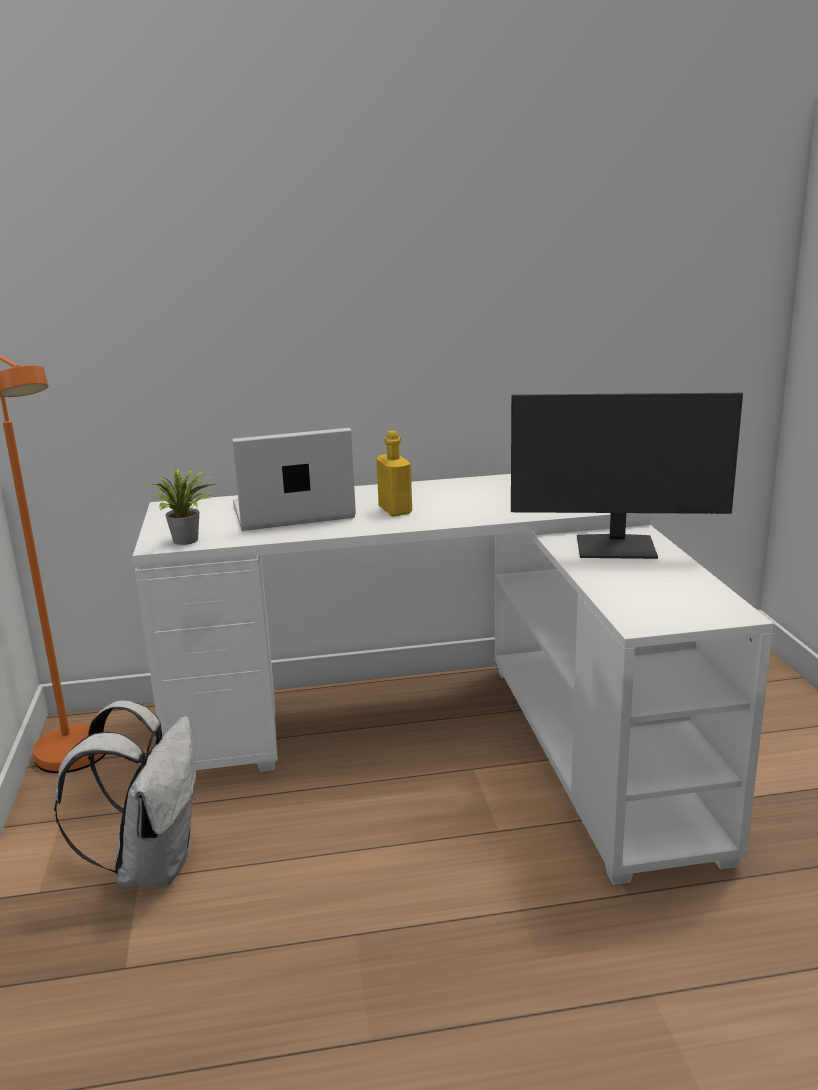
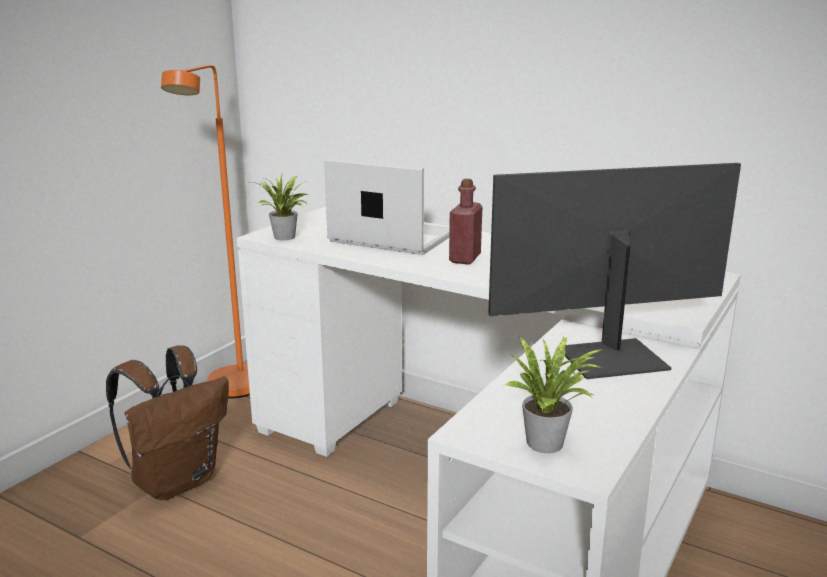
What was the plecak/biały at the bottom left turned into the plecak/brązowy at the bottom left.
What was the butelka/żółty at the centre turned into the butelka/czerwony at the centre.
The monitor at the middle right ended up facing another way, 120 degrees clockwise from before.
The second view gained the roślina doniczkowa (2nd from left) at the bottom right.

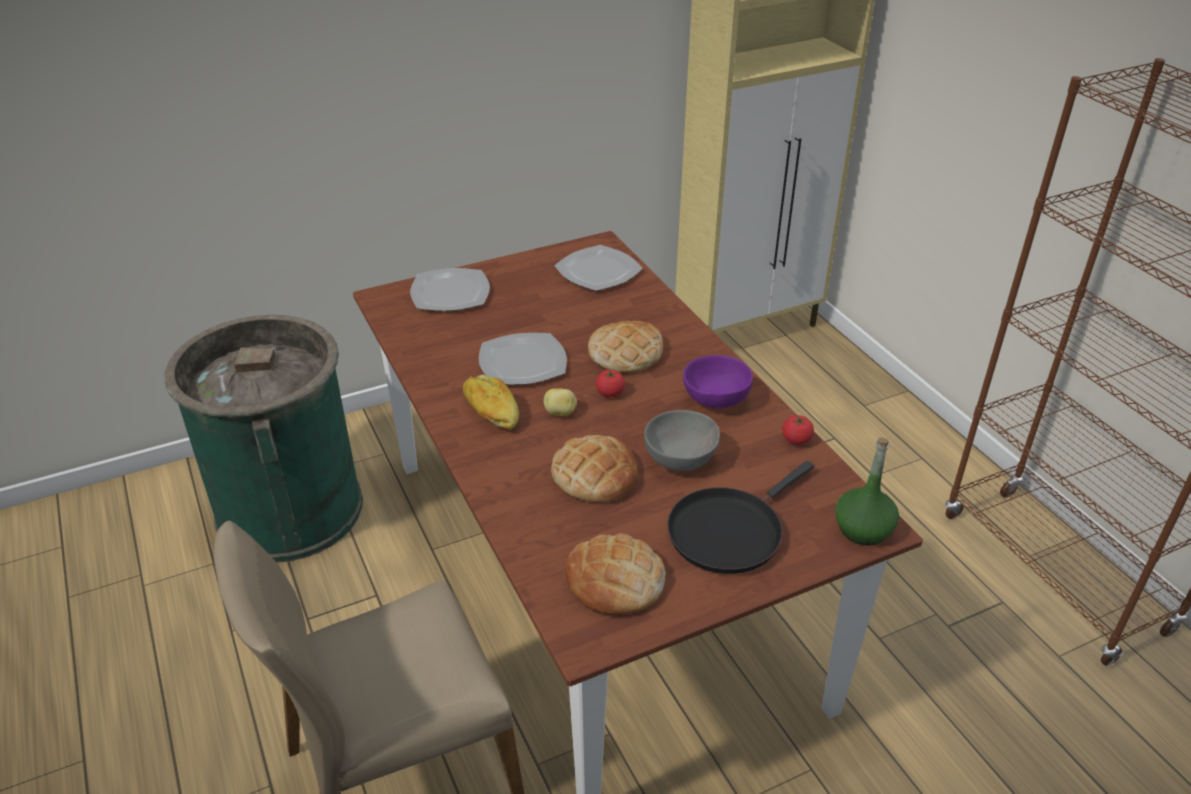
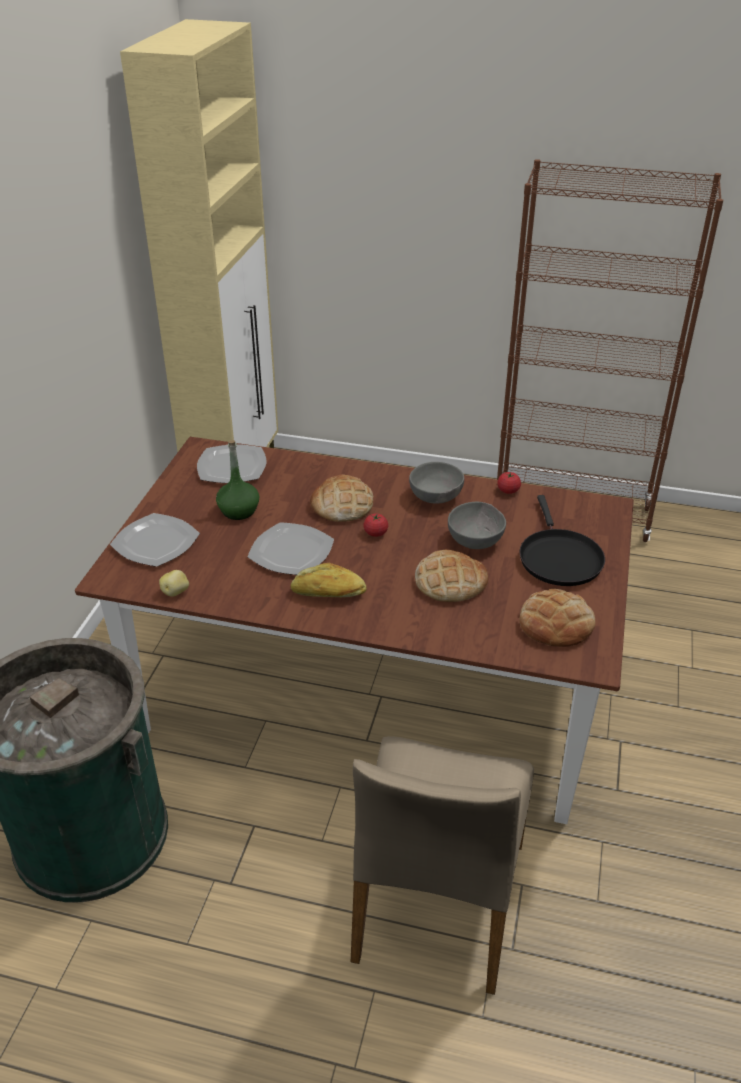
The ziemniak ended up elsewhere, having gone from the centre to the middle left.
The butelka/zielony ended up elsewhere, having gone from the middle right to the middle left.
What was the miska/fioletowy at the centre turned into the miska/szary (1st from left) at the centre.

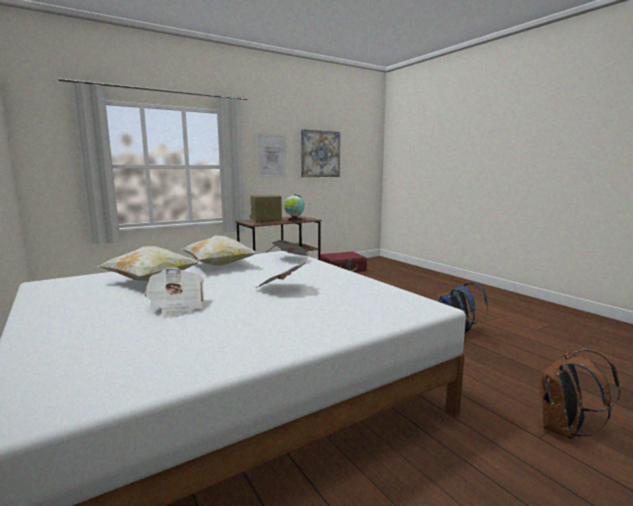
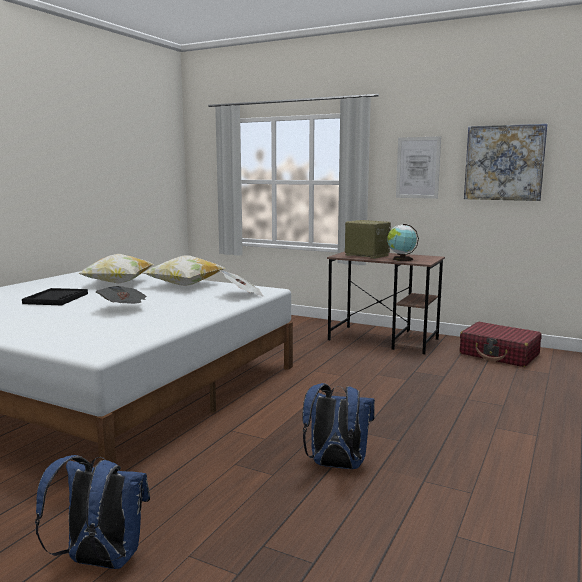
Where the gazeta (1st from left) stood at the middle left, the taca/czarny came to stand at the middle left.
What was the plecak/brązowy at the bottom right turned into the plecak/niebieski (1st from left) at the bottom left.

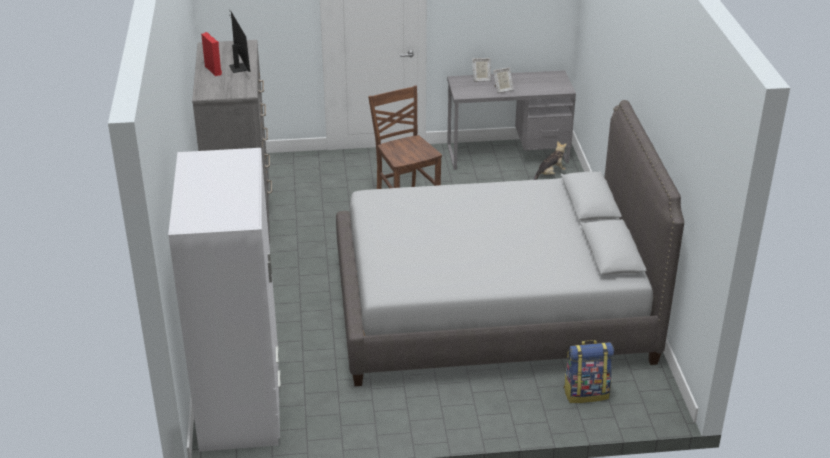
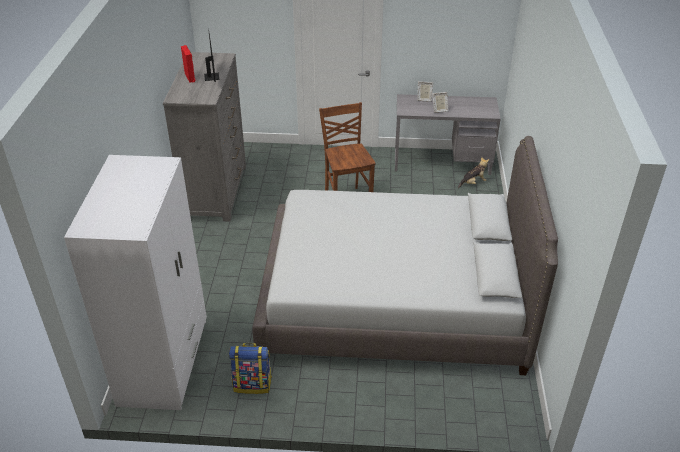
The plecak ended up elsewhere, having gone from the bottom right to the bottom centre.

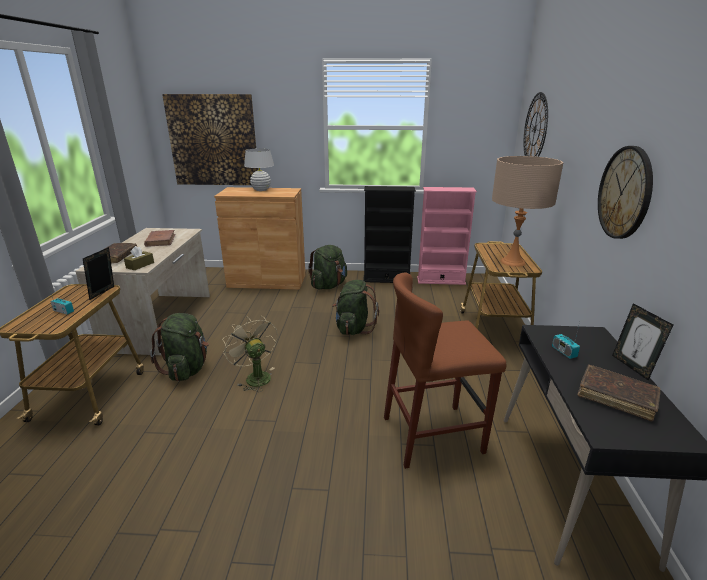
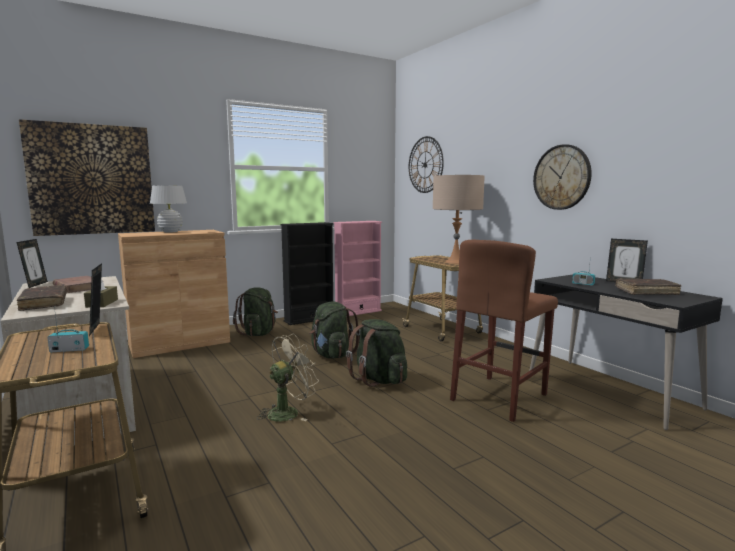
The second view gained the ramka na zdjęcie (1st from left) at the middle left.
The wentylator/beżowy at the centre ended up facing another way, 120 degrees clockwise from before.
The plecak/zielony (1st from left in the first image) ended up elsewhere, having gone from the middle left to the centre.

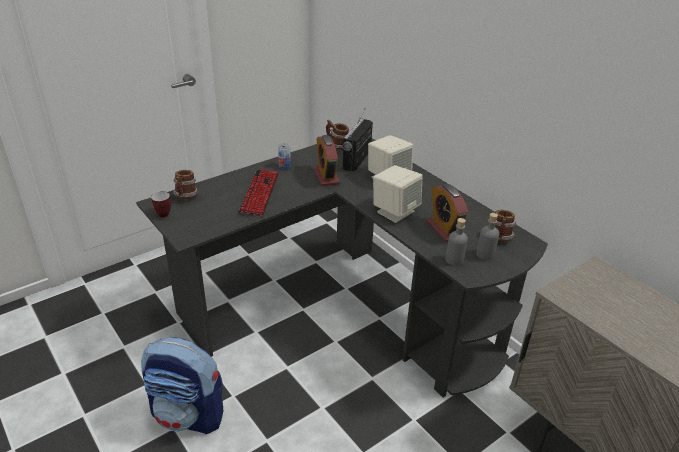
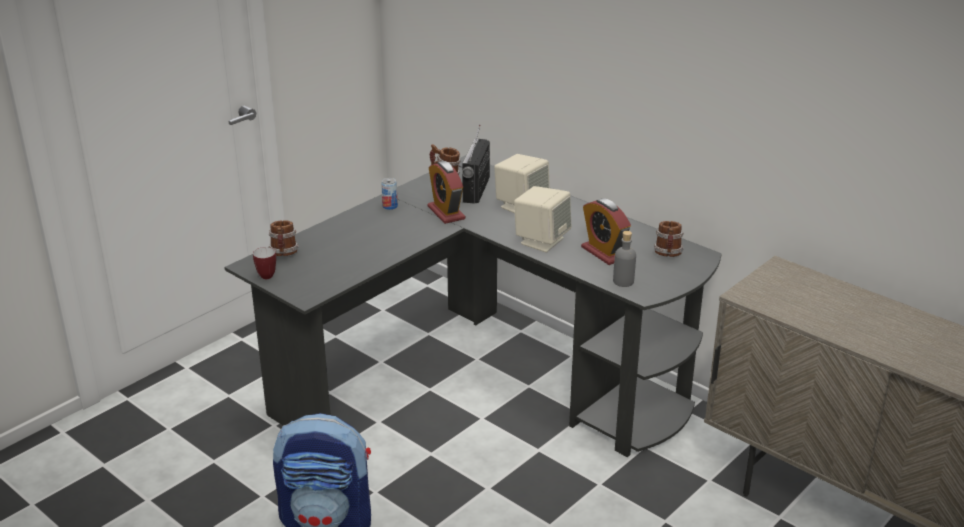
The second view lost the klawiatura at the centre.
The second view lost the butelka/szary (2nd from left) at the middle right.

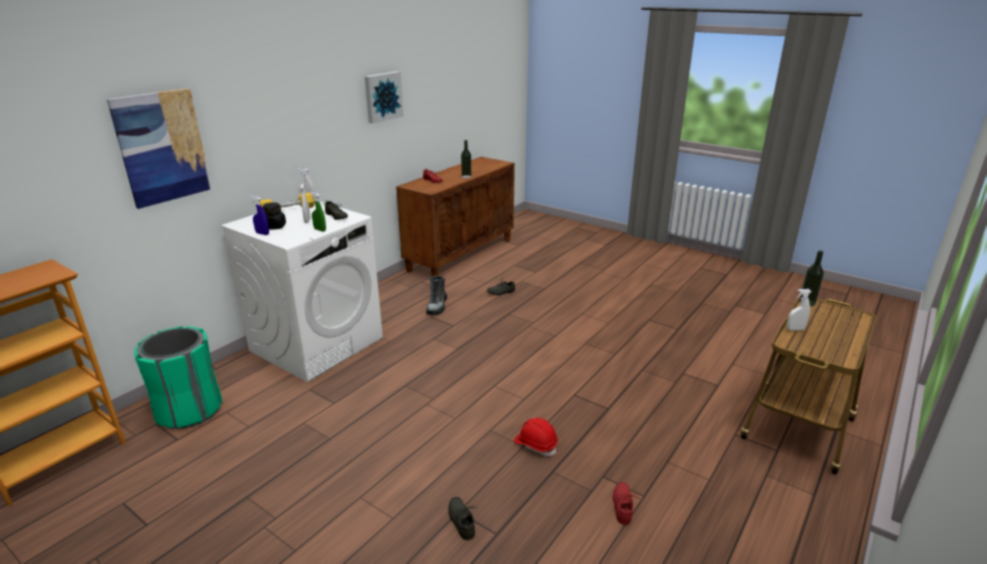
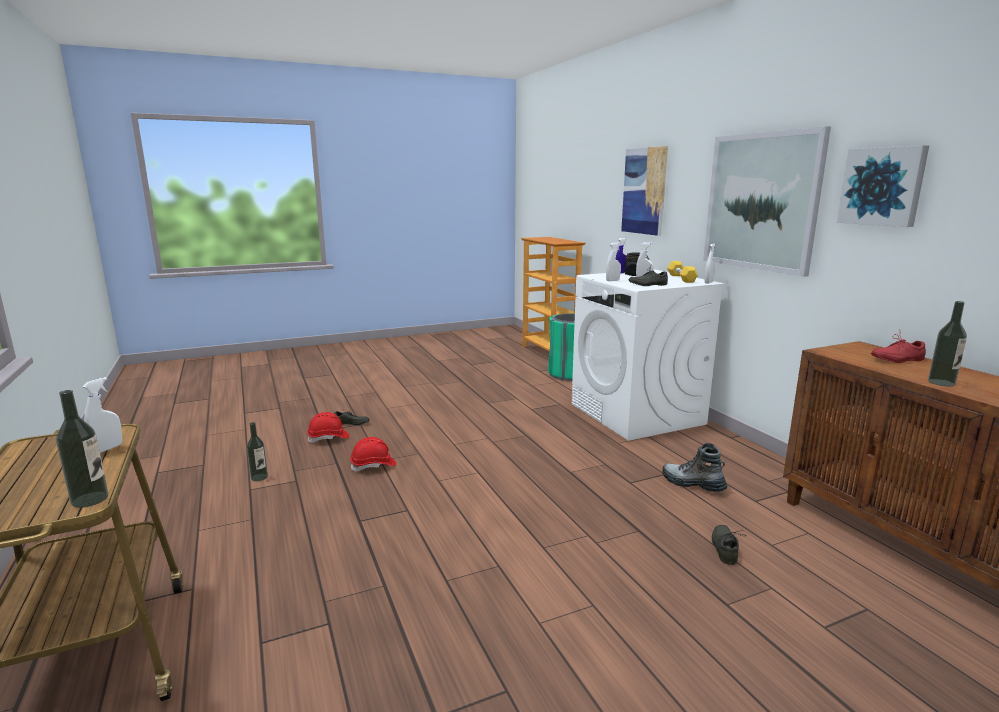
Where the but/czerwony (2nd from left) stood at the bottom centre, the butelka (2nd from left) came to stand at the middle left.
The second view gained the kask/czerwony (1st from left) at the middle left.
What was the spryskiwacz/zielony at the middle left turned into the spryskiwacz/biały (2nd from left) at the centre.
The second view gained the obraz (2nd from left) at the top right.

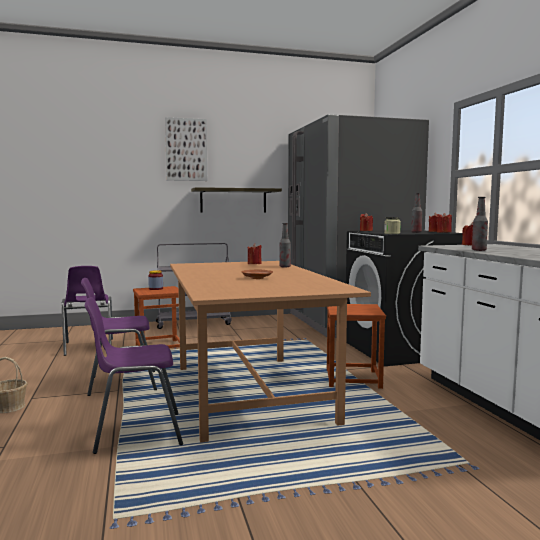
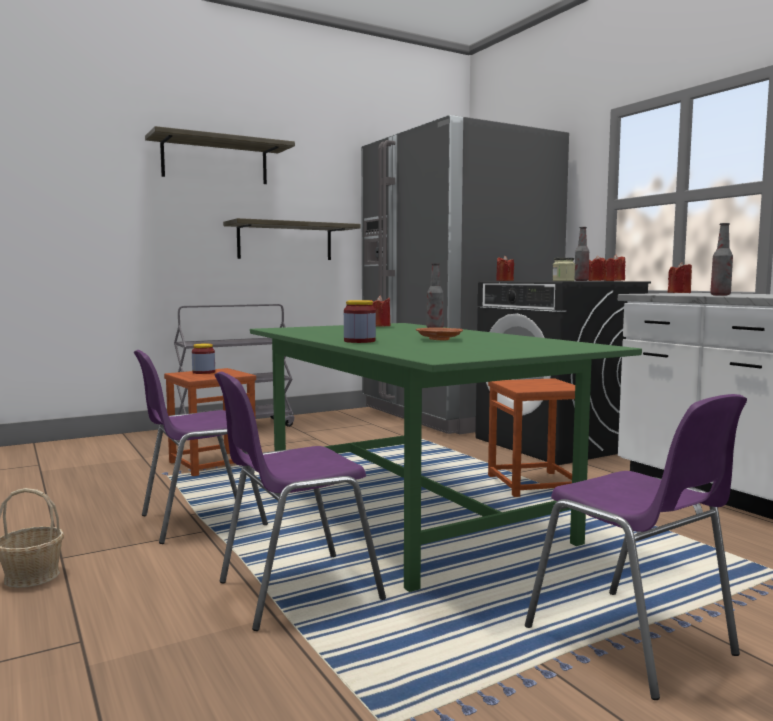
Where the obraz hung at the top centre, the półka (1st from left) came to hang at the top left.
What was the stół jadalny/brązowy at the centre turned into the stół jadalny/zielony at the centre.
The second view gained the słoik (2nd from left) at the centre.
The krzesło/fioletowy (1st from left in the first image) ended up elsewhere, having gone from the middle left to the bottom right.

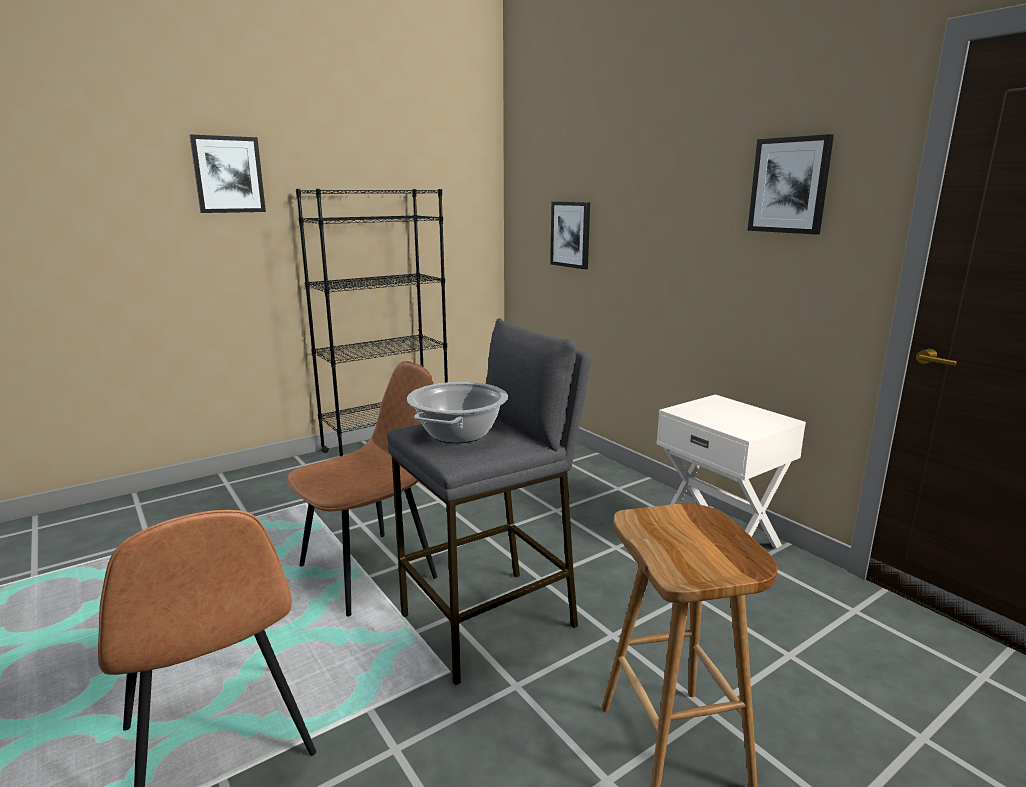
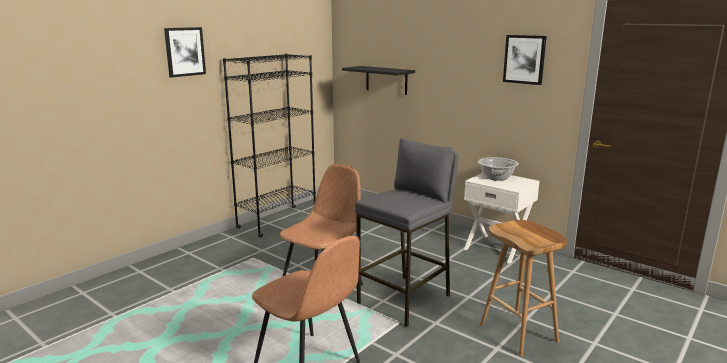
Where the obraz (2nd from left) hung at the top centre, the półka/czarny came to hang at the top centre.
The garnek ended up elsewhere, having gone from the centre to the middle right.

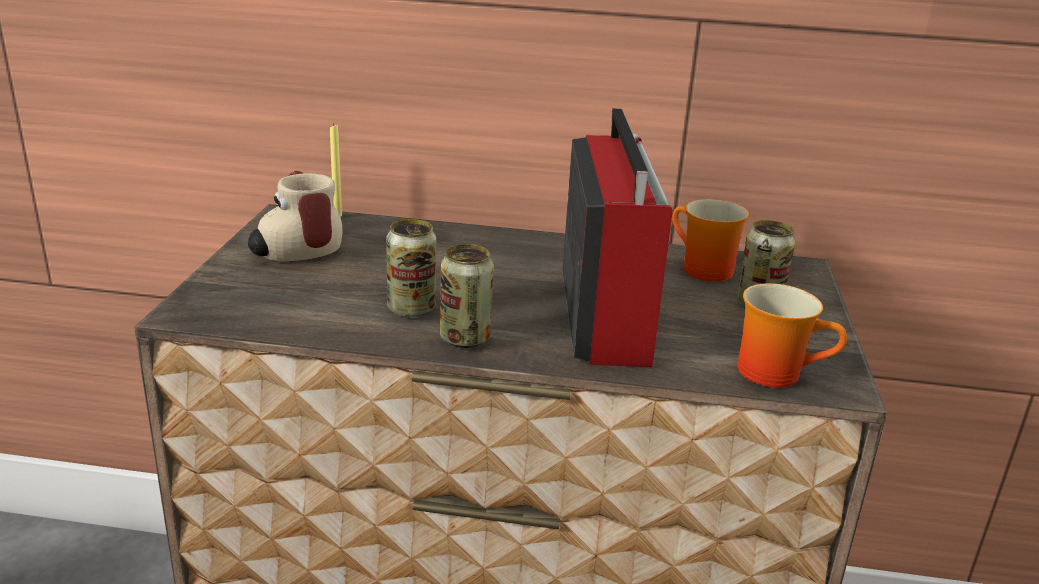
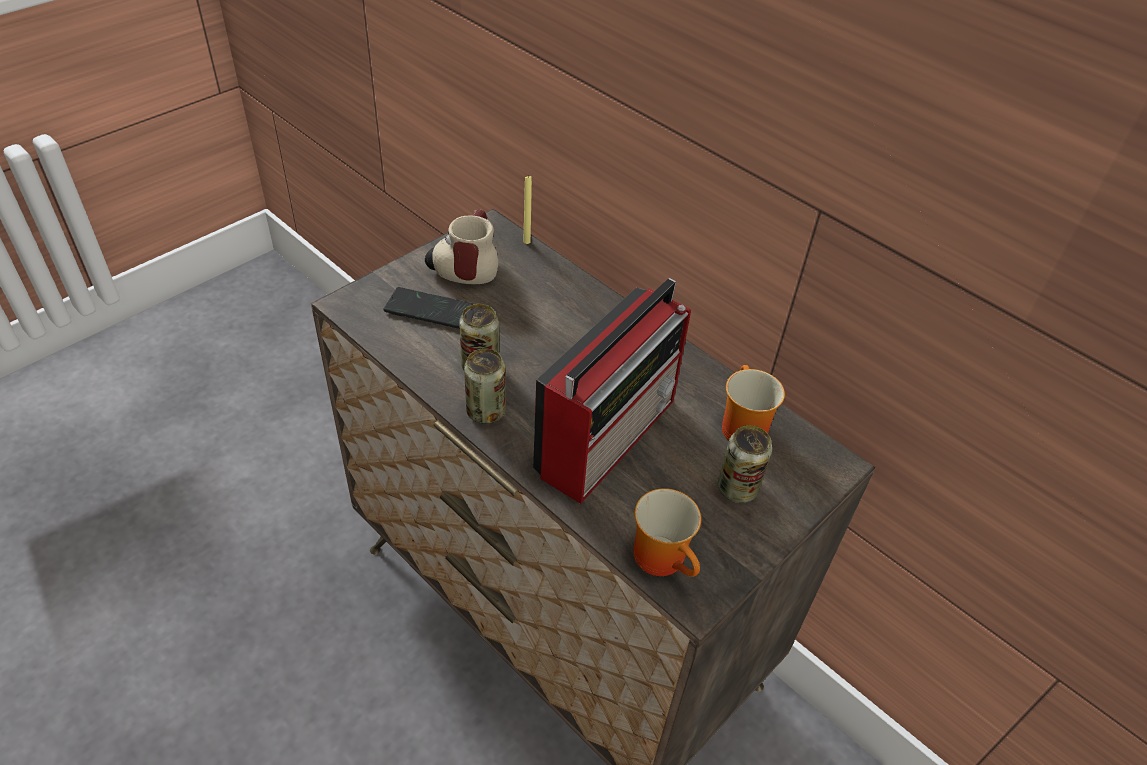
The second view gained the telefon at the centre.

